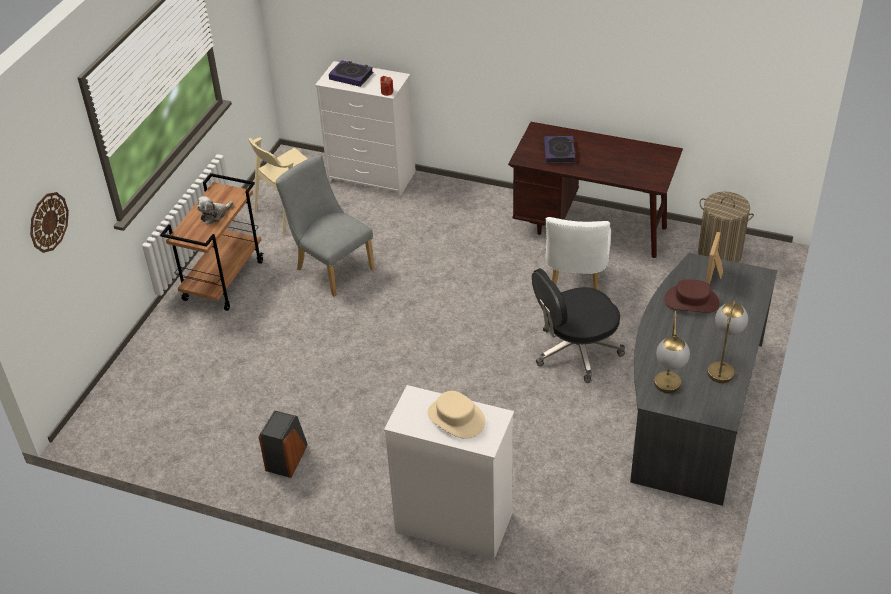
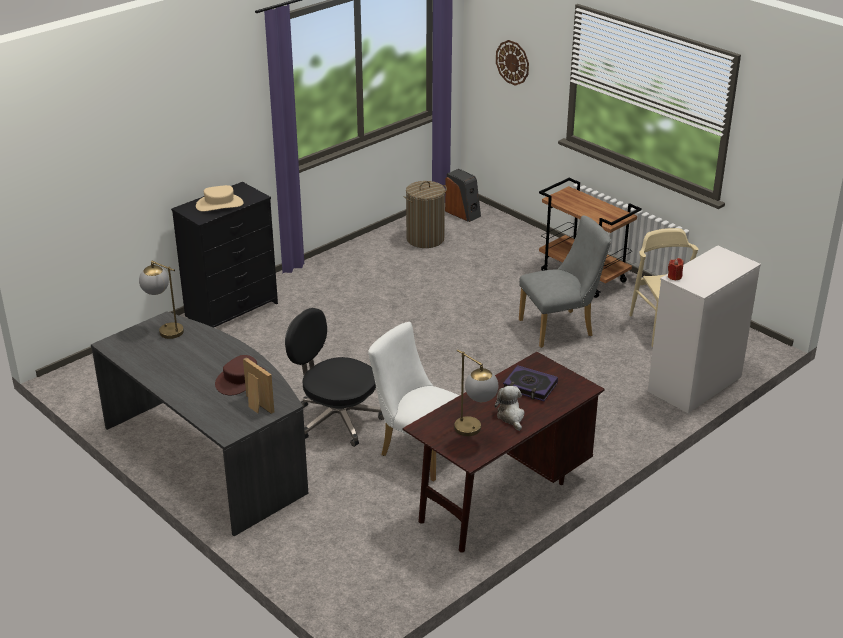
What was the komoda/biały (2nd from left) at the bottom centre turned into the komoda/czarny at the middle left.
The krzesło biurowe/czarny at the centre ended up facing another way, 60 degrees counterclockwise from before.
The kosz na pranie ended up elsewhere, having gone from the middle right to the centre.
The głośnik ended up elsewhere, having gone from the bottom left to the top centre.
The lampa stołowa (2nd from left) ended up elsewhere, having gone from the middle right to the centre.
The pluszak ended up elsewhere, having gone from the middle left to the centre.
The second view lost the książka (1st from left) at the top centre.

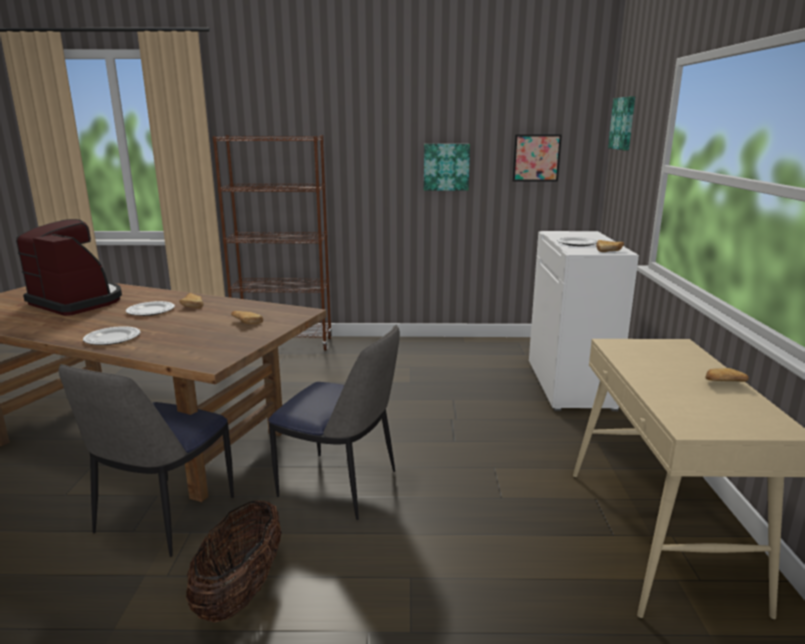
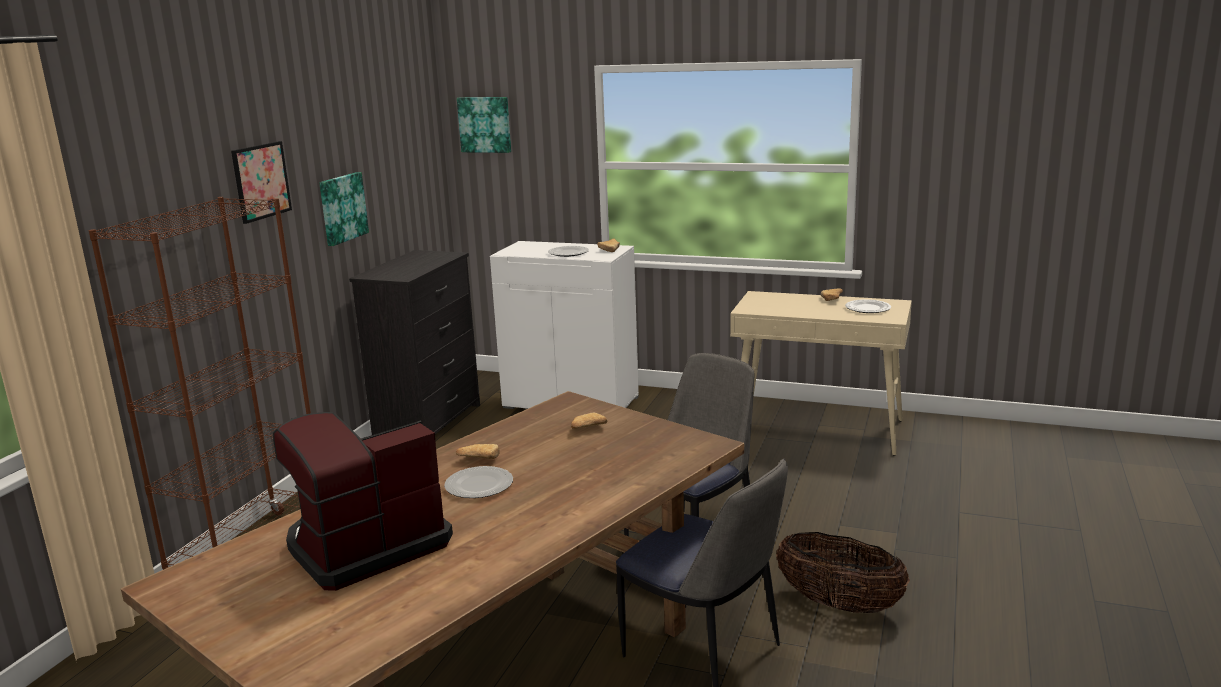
The obraz (2nd from left in the first image) ended up elsewhere, having gone from the top right to the top left.
The second view gained the komoda/czarny at the centre.
The talerz (1st from left in the first image) ended up elsewhere, having gone from the middle left to the middle right.

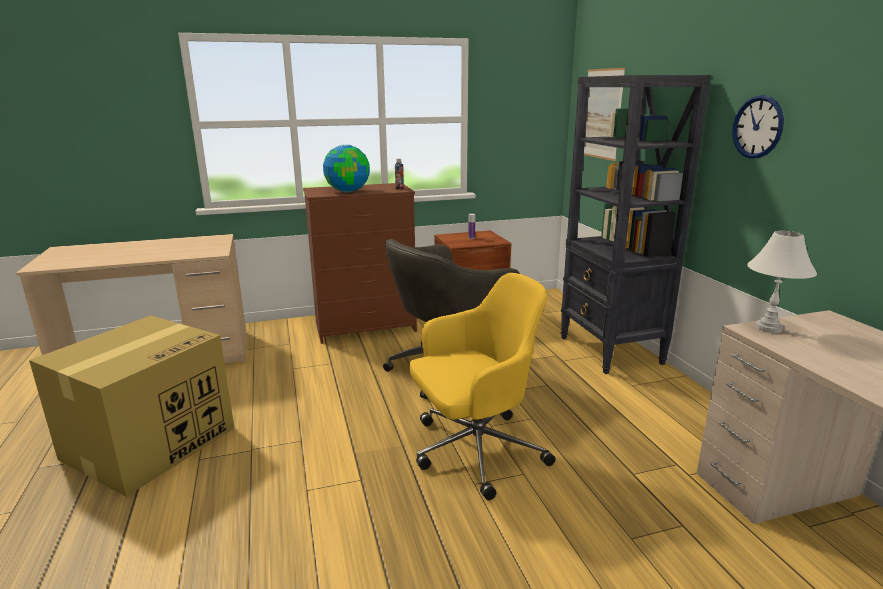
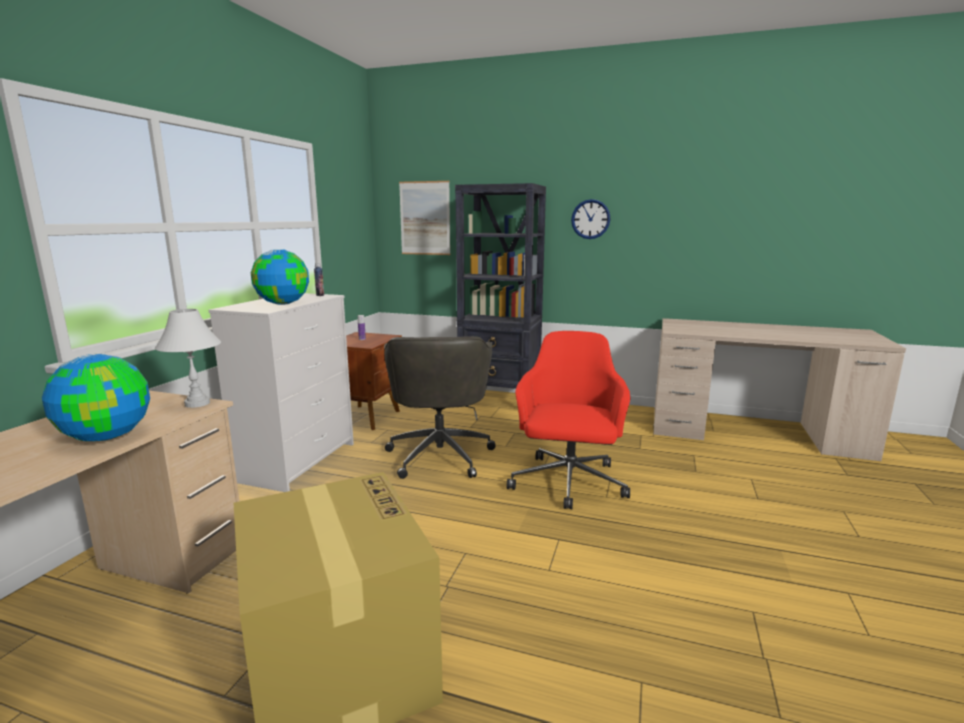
The second view gained the globus (1st from left) at the middle left.
The lampa stołowa/biały ended up elsewhere, having gone from the middle right to the middle left.
What was the komoda/brązowy at the centre turned into the komoda/biały at the middle left.
What was the krzesło biurowe/żółty at the centre turned into the krzesło biurowe/czerwony at the centre.

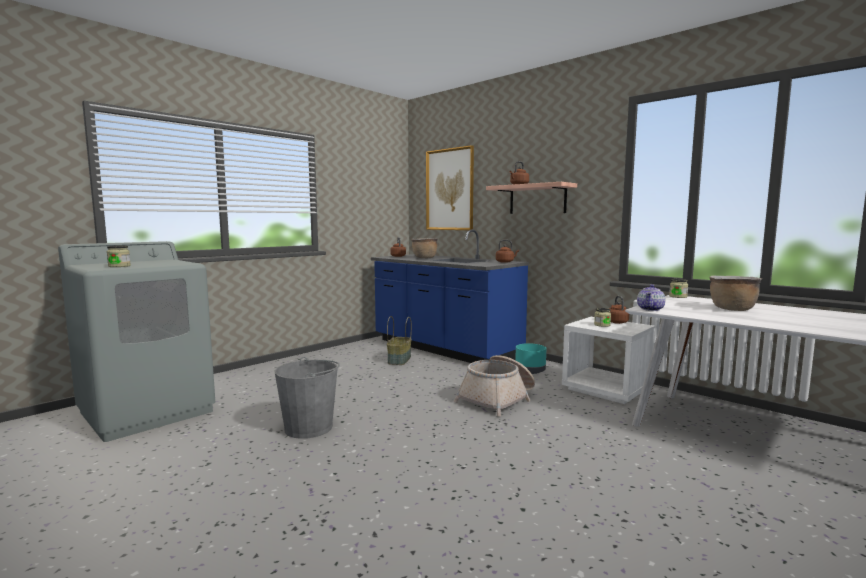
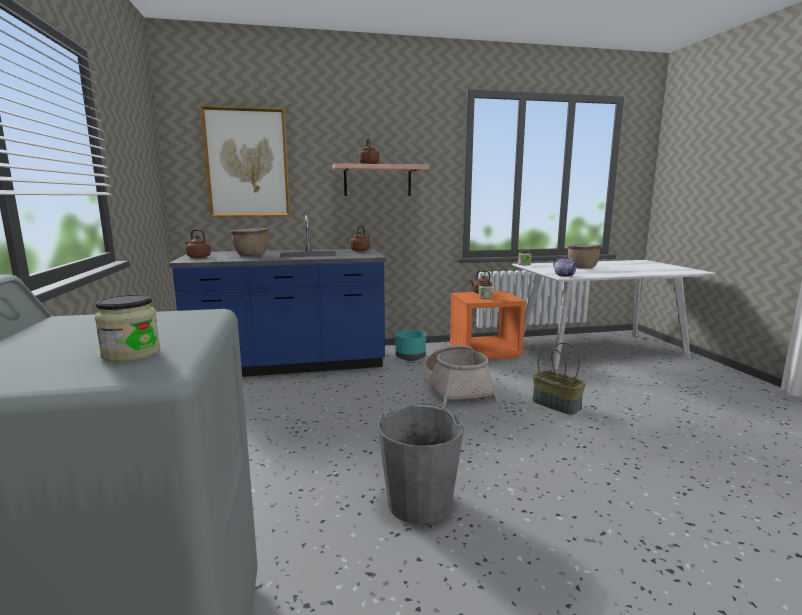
What was the szafka nocna/biały at the middle right turned into the szafka nocna/pomarańczowy at the centre.
The koszyk (1st from left in the first image) ended up elsewhere, having gone from the centre to the middle right.

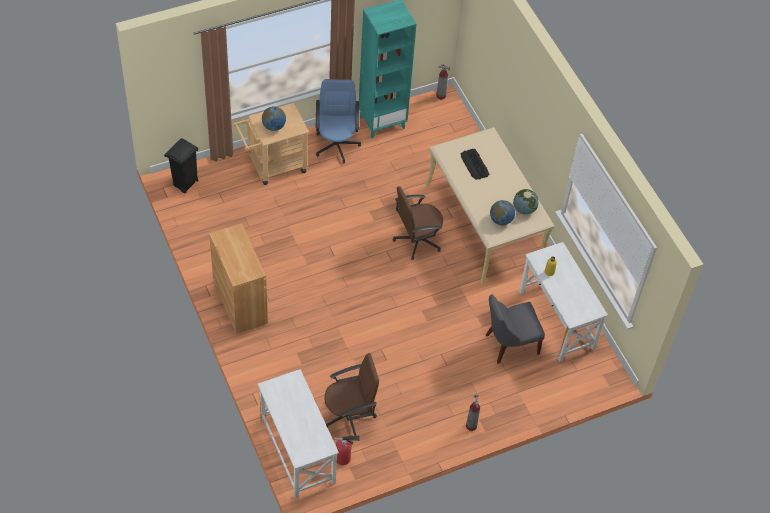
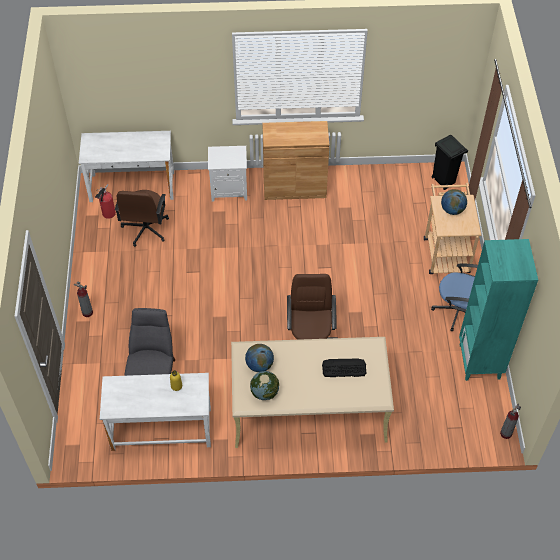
The second view gained the szafka nocna/biały at the top centre.

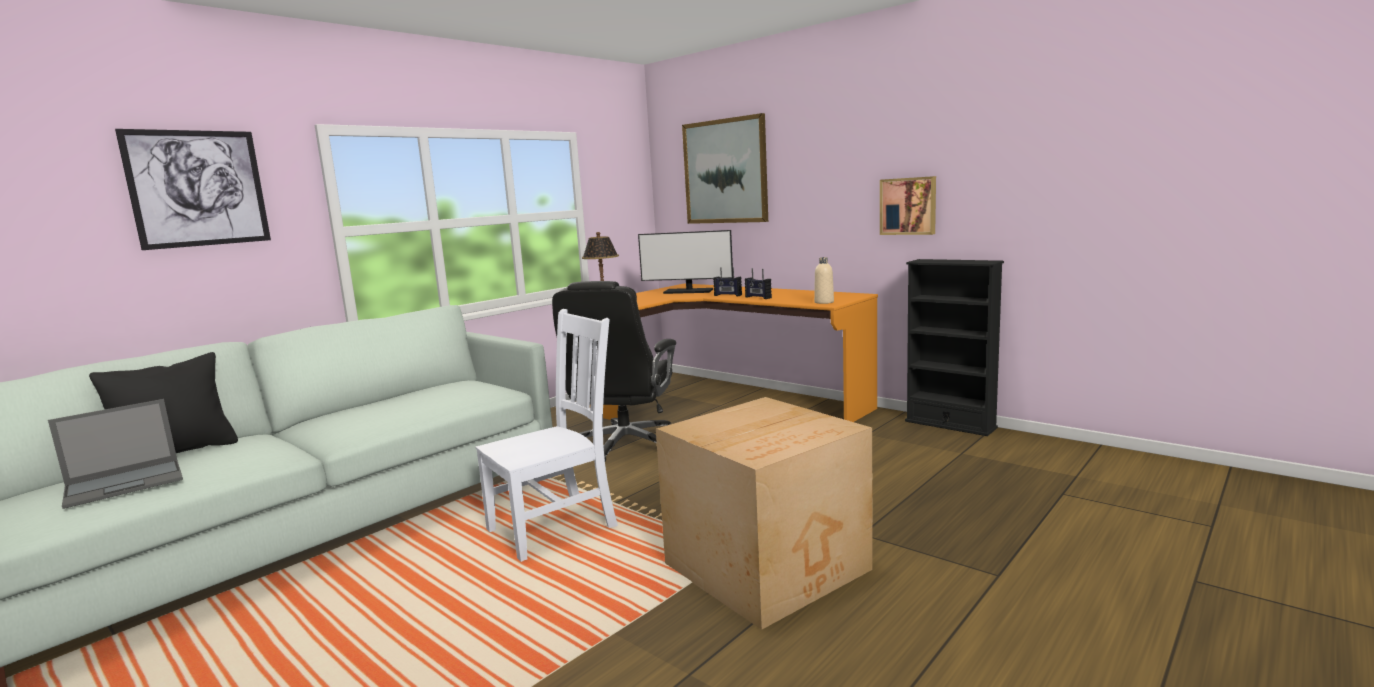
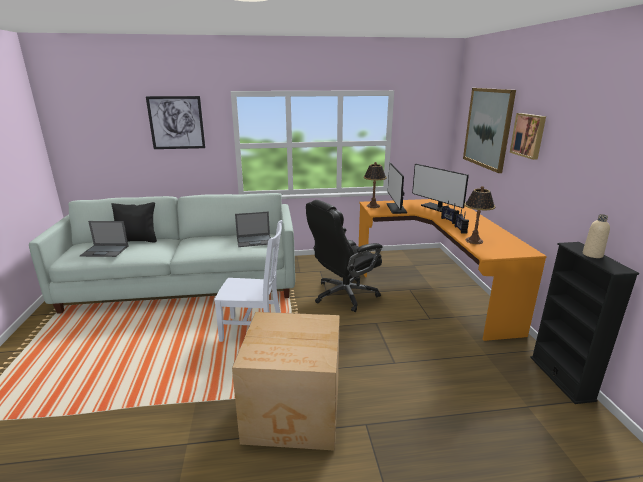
The second view gained the laptop (2nd from left) at the centre.
The second view gained the monitor (1st from left) at the centre.
The second view gained the lampa stołowa (2nd from left) at the middle right.
The obraz (3rd from left) ended up elsewhere, having gone from the top centre to the top right.
The butelka/beżowy ended up elsewhere, having gone from the centre to the middle right.

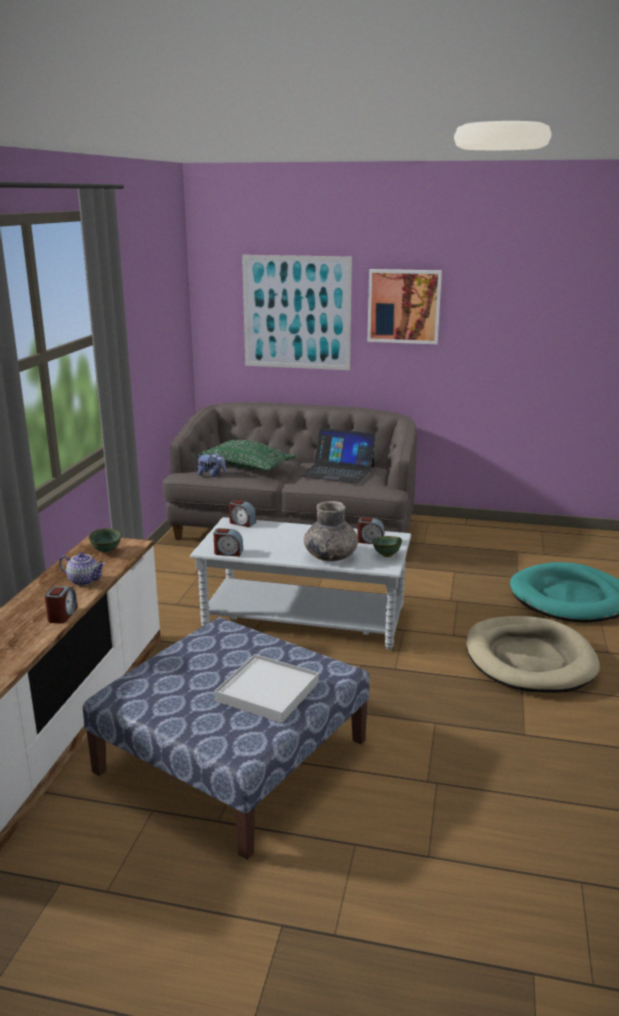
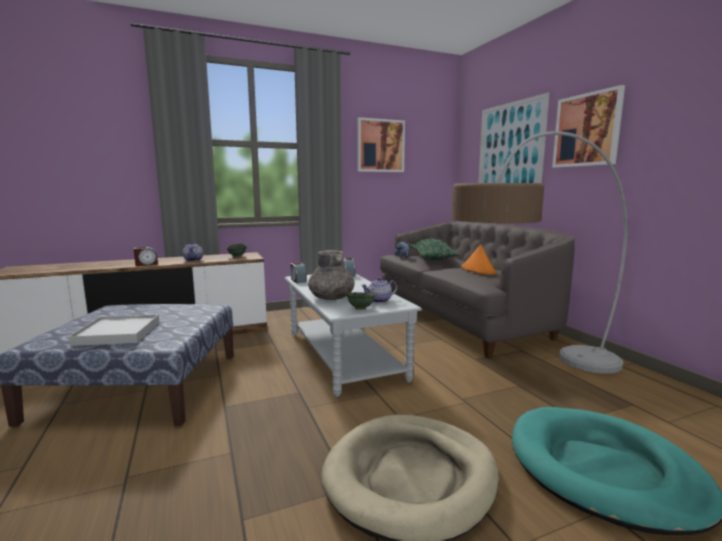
The second view gained the obraz (1st from left) at the top centre.
Where the budzik (4th from left) stood at the centre, the imbryk (2nd from left) came to stand at the centre.
The second view gained the lampa stojąca at the middle right.
Where the laptop stood at the centre, the kapelusz/pomarańczowy came to stand at the centre.

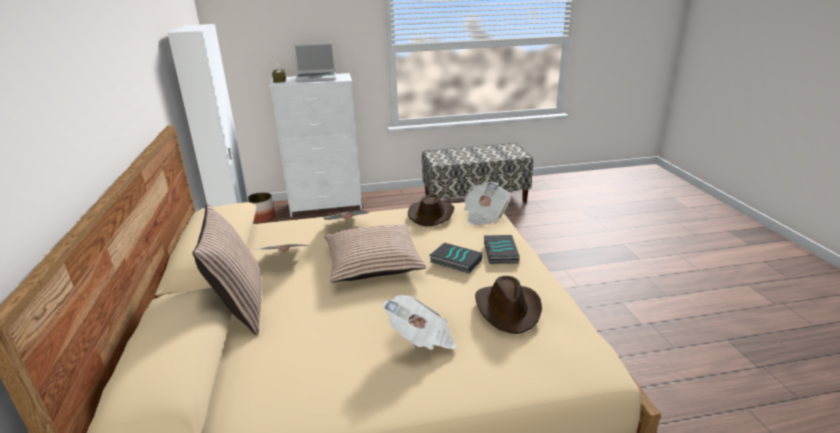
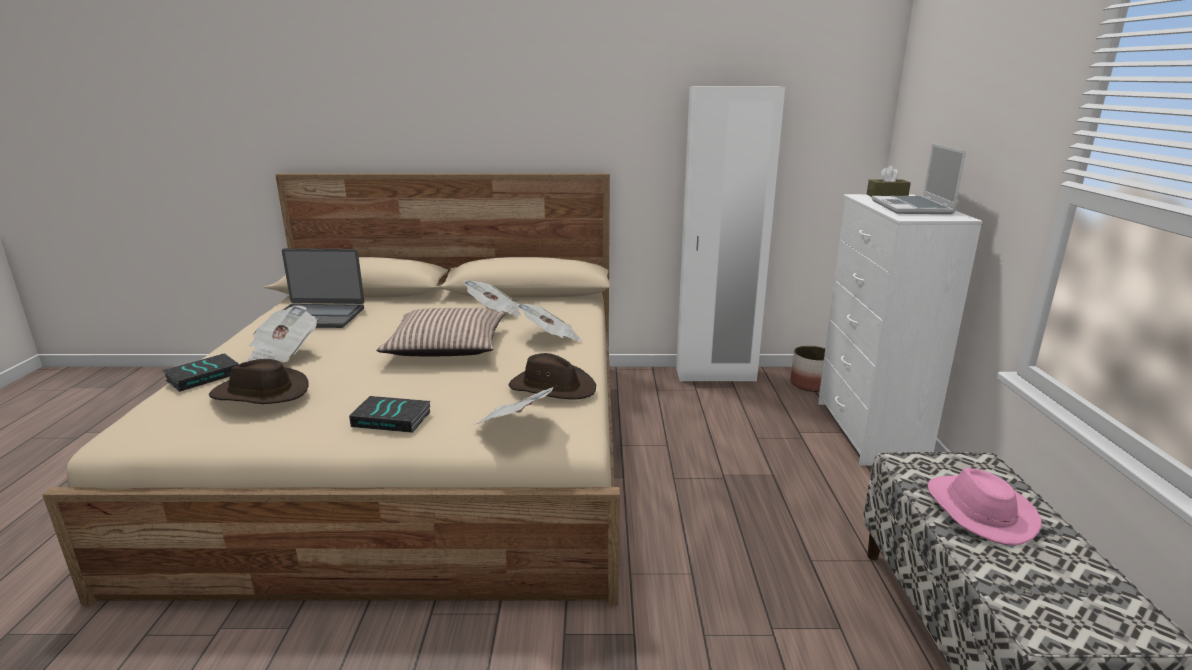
The książka (1st from left) ended up elsewhere, having gone from the centre to the middle left.
The second view gained the laptop (1st from left) at the middle left.
The second view gained the kapelusz/różowy at the bottom right.
The second view lost the poduszka (1st from left) at the middle left.

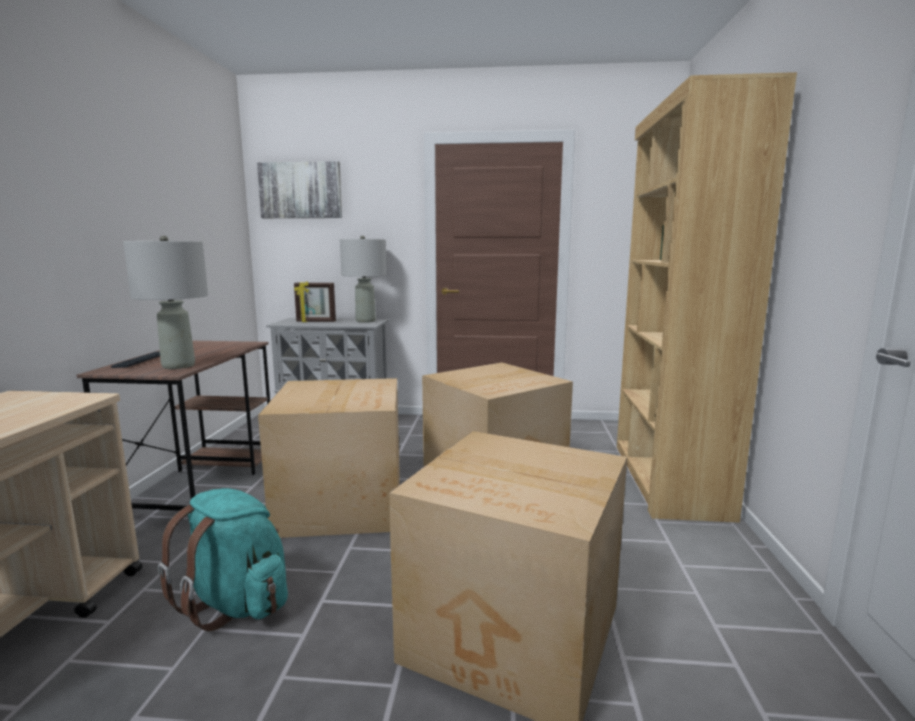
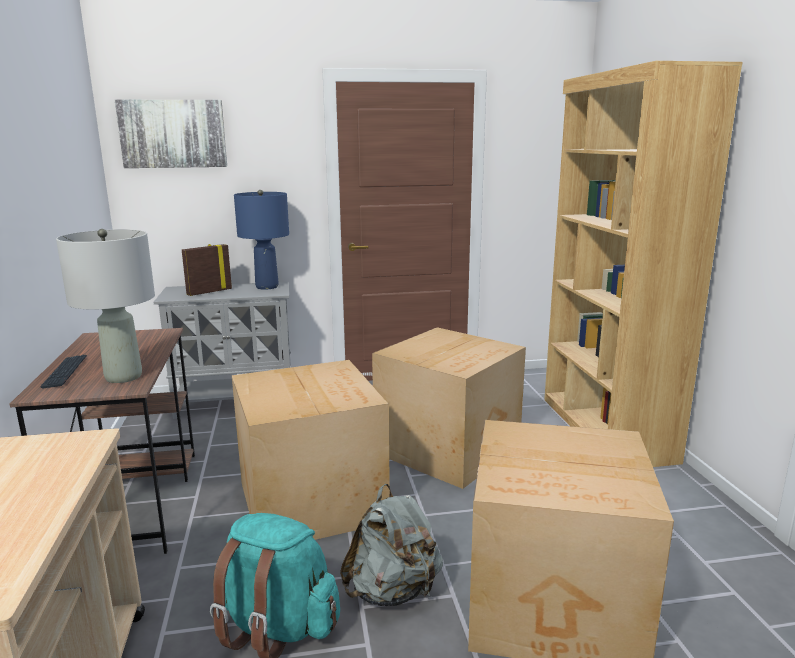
The ramka na zdjęcie at the centre ended up facing another way, 150 degrees clockwise from before.
What was the lampa stołowa/szary (2nd from left) at the centre turned into the lampa stołowa/niebieski at the middle left.
The second view gained the plecak/szary at the bottom centre.

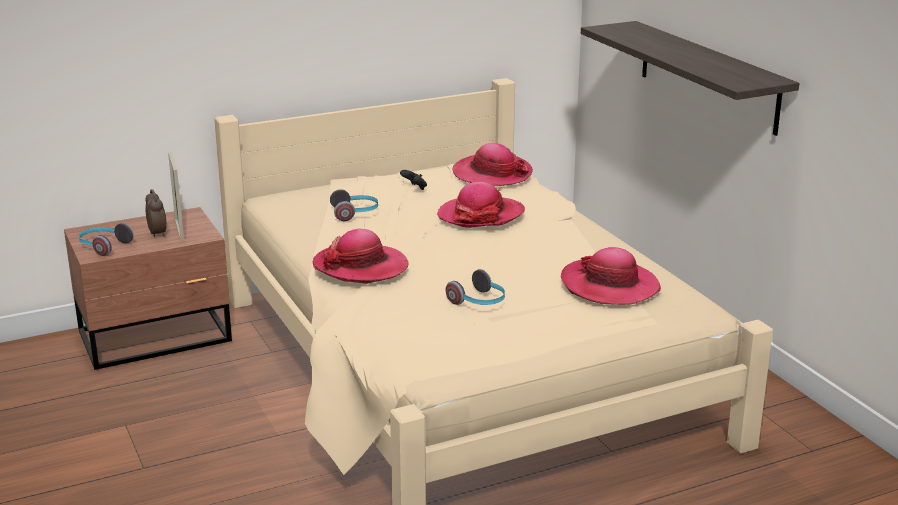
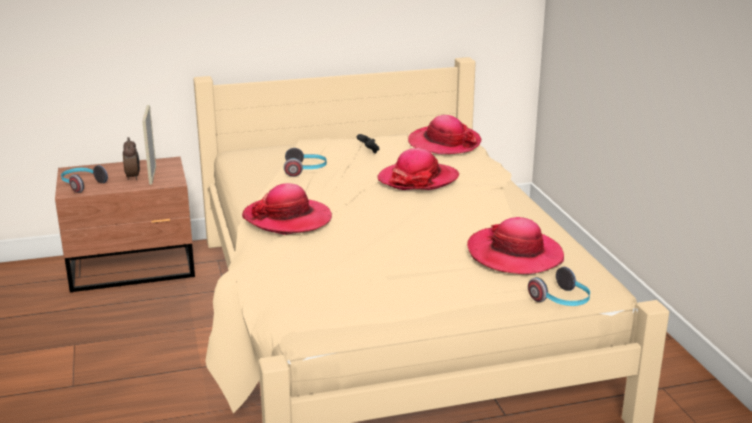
The słuchawki (3rd from left) ended up elsewhere, having gone from the centre to the bottom right.
The second view lost the półka at the top right.

